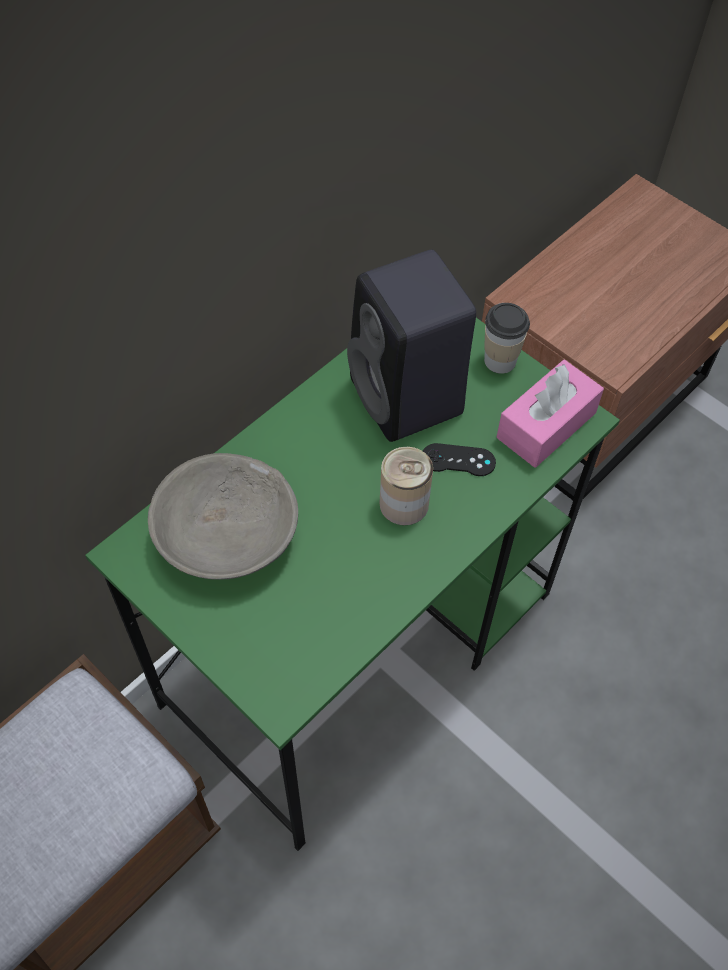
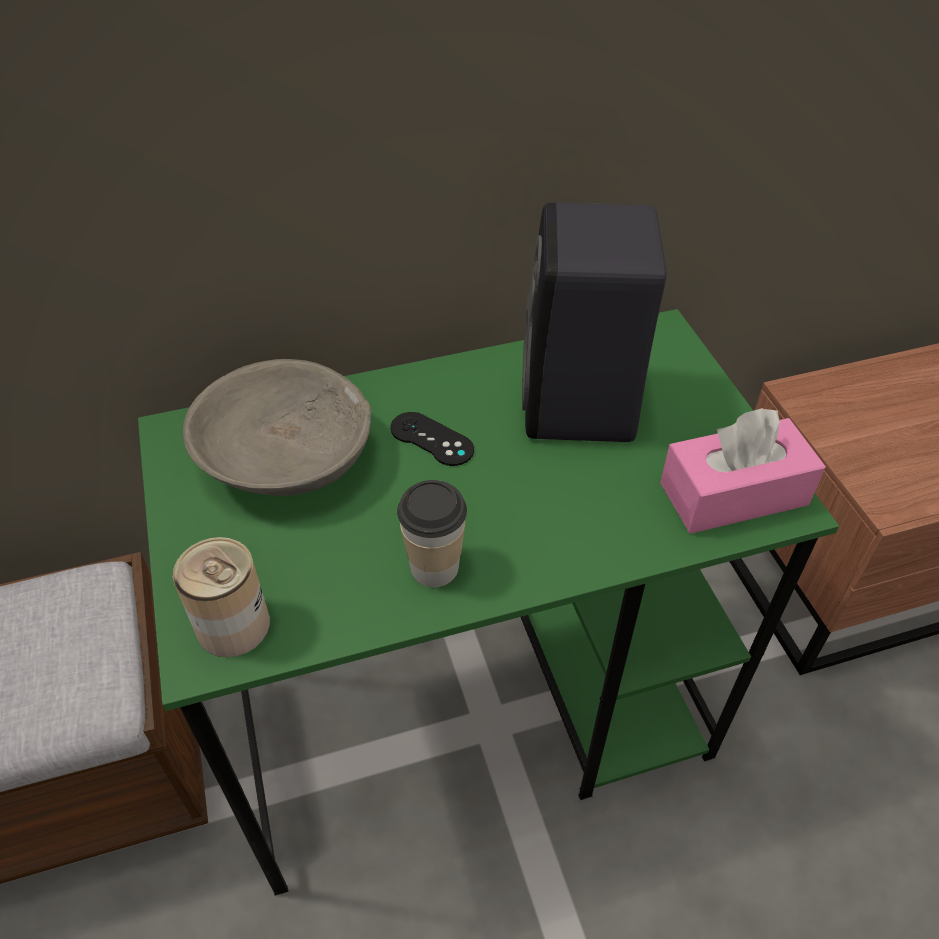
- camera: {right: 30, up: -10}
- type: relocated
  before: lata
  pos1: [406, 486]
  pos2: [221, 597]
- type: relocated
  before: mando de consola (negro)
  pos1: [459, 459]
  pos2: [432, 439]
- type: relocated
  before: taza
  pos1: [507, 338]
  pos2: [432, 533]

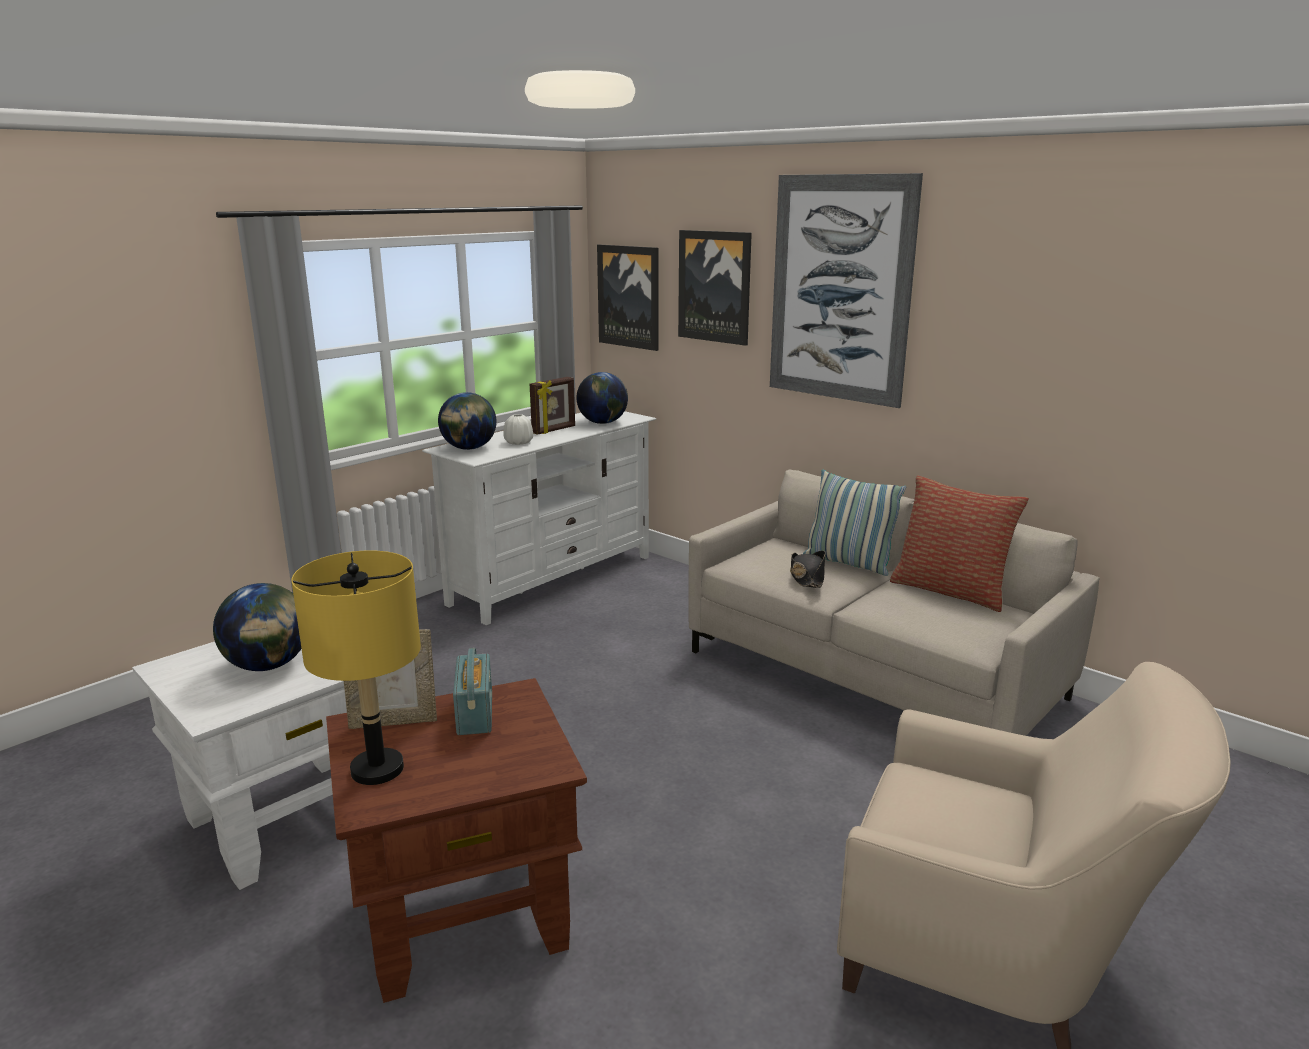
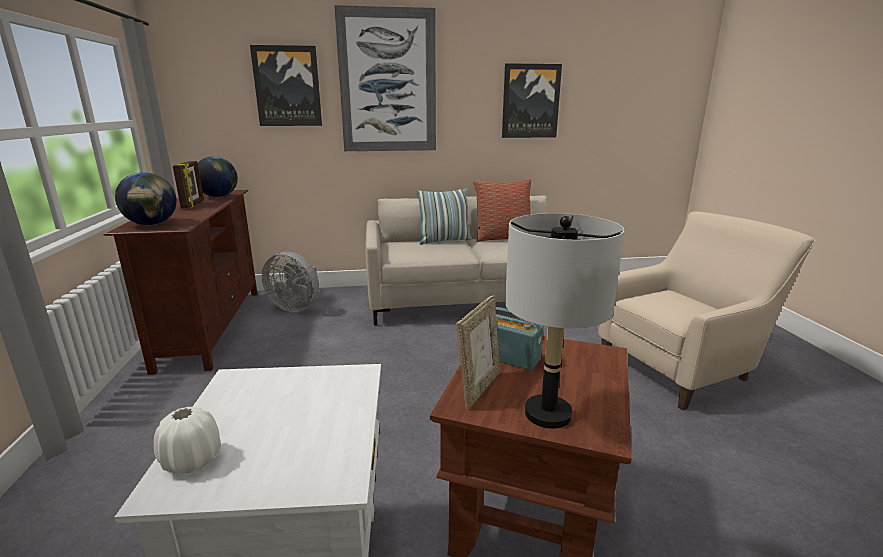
- camera: {right: -50, up: 0}
- type: colour
  before: mueble de televisión (blanco)
  after: mueble de televisión (marrón)
  pos1: [539, 518]
  pos2: [181, 282]
- type: relocated
  before: florero (blanco)
  pos1: [518, 429]
  pos2: [187, 440]
- type: appeared
  after: ventilador (gris)
  pos2: [290, 282]
- type: relocated
  before: cuadro
  pos1: [628, 298]
  pos2: [532, 100]
- type: colour
  before: lámpara de mesa (amarillo)
  after: lámpara de mesa (gris)
  pos1: [356, 667]
  pos2: [565, 321]
- type: missing
  before: globo terráqueo
  pos1: [257, 627]
- type: missing
  before: sombrero (negro)
  pos1: [808, 569]

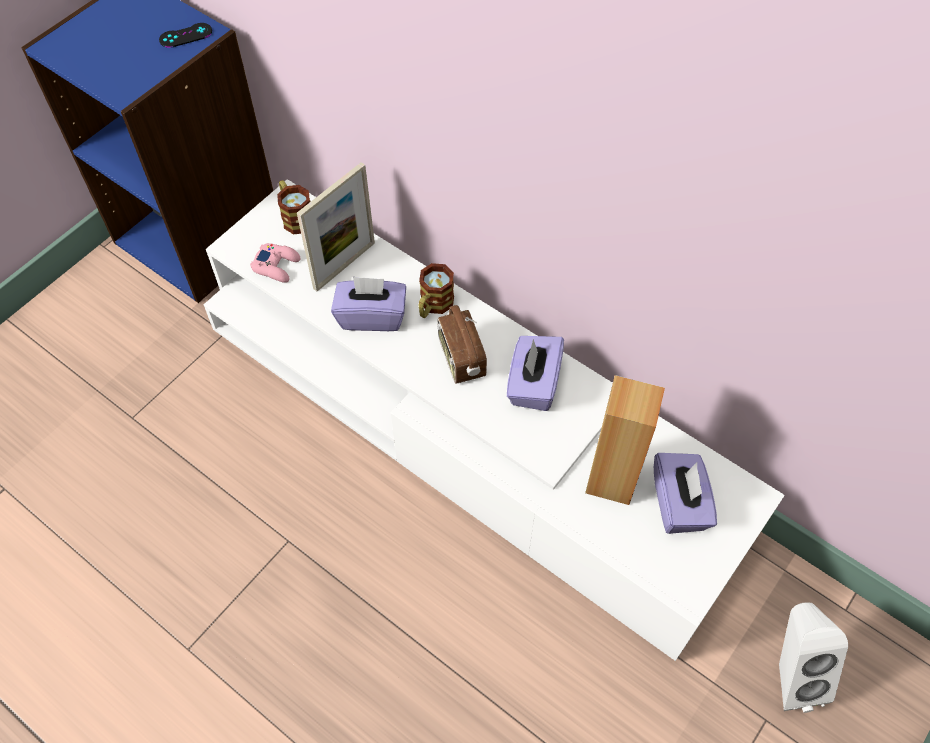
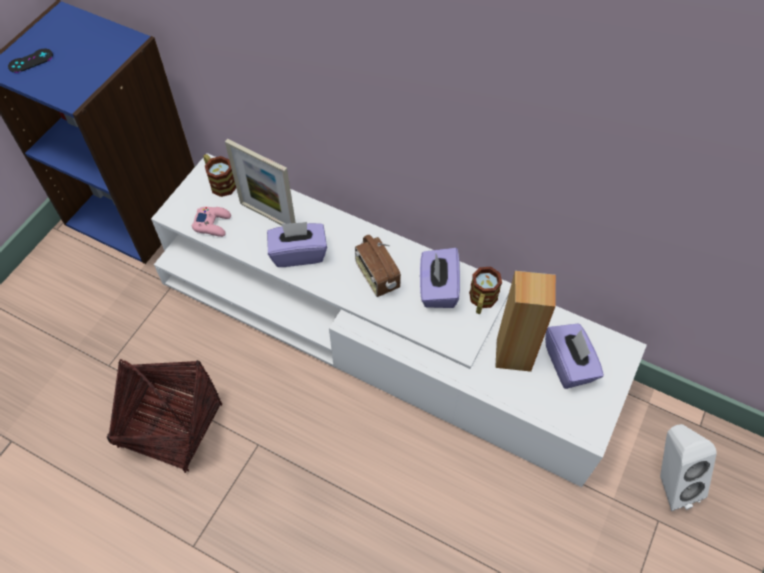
- camera: {right: -10, up: 0}
- type: relocated
  before: mando de consola (negro)
  pos1: [185, 35]
  pos2: [30, 60]
- type: appeared
  after: cesta
  pos2: [164, 416]
- type: spun
  before: portarretratos
  pos1: [336, 226]
  pos2: [260, 182]
  turn: 90
- type: relocated
  before: taza grande
  pos1: [436, 290]
  pos2: [485, 290]

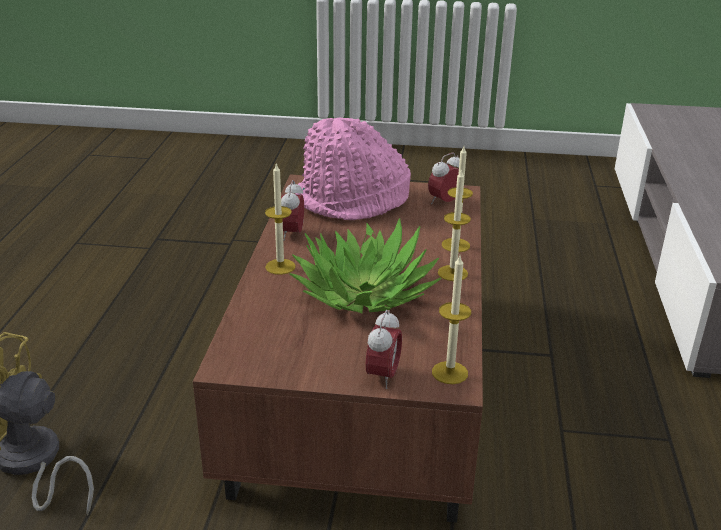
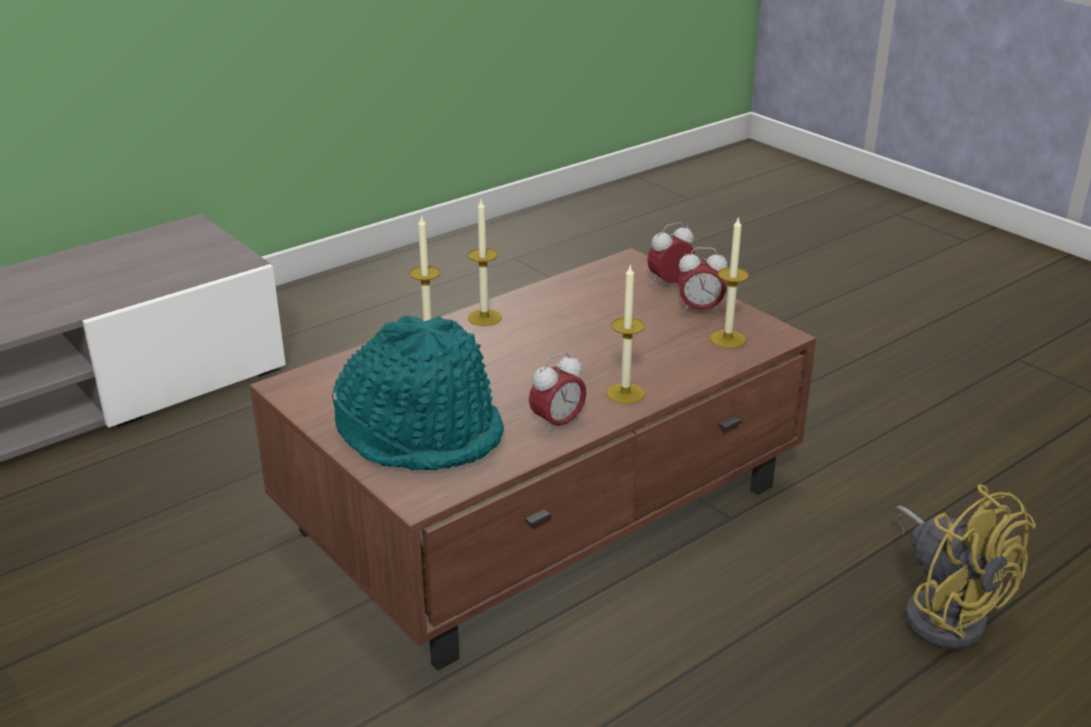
- camera: {right: -135, up: 0}
- type: colour
  before: sombrero (rosa)
  after: sombrero (turquesa)
  pos1: [353, 168]
  pos2: [417, 392]
- type: relocated
  before: despertador
  pos1: [444, 178]
  pos2: [703, 280]
- type: relocated
  before: vela
  pos1: [451, 320]
  pos2: [729, 282]
- type: missing
  before: planta en maceta
  pos1: [366, 266]

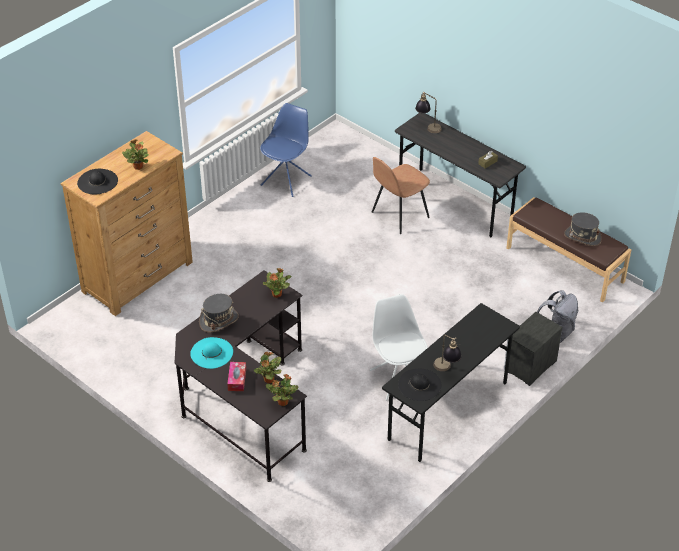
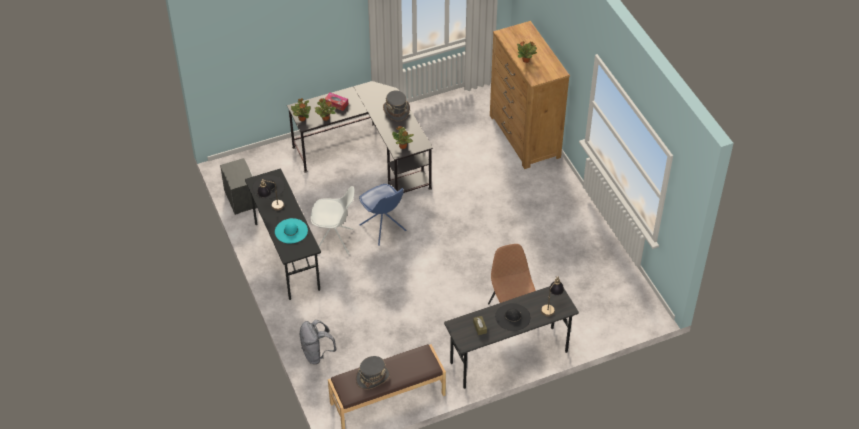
- camera: {right: 115, up: 5}
- type: relocated
  before: mesita de noche
  pos1: [533, 349]
  pos2: [238, 186]
- type: relocated
  before: sombrero (turquesa)
  pos1: [211, 353]
  pos2: [291, 231]
- type: relocated
  before: silla (azul)
  pos1: [286, 150]
  pos2: [383, 215]
- type: relocated
  before: sombrero (negro)
  pos1: [97, 182]
  pos2: [512, 317]

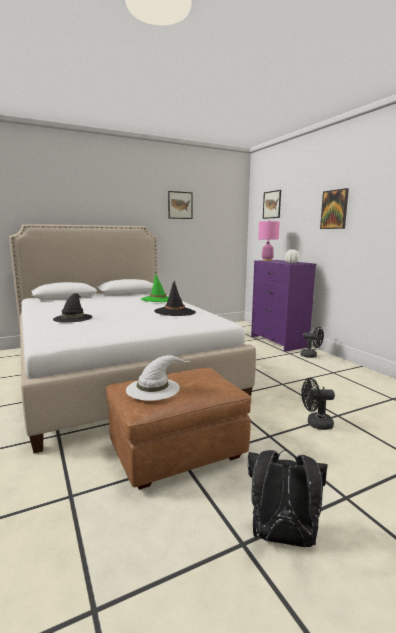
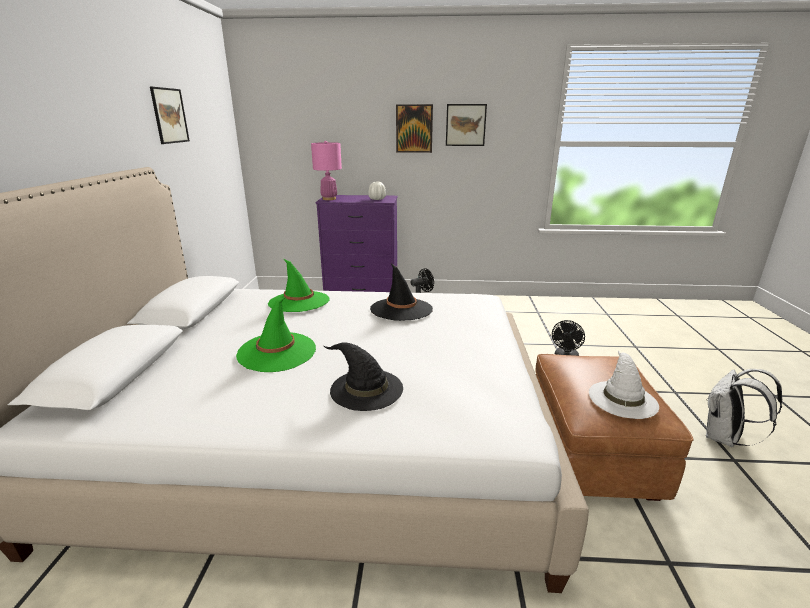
- camera: {right: -60, up: 10}
- type: appeared
  after: sombrero (verde)
  pos2: [276, 334]
- type: relocated
  before: cuadro
  pos1: [272, 204]
  pos2: [466, 125]
- type: colour
  before: mochila (negro)
  after: mochila (blanco)
  pos1: [288, 498]
  pos2: [744, 408]

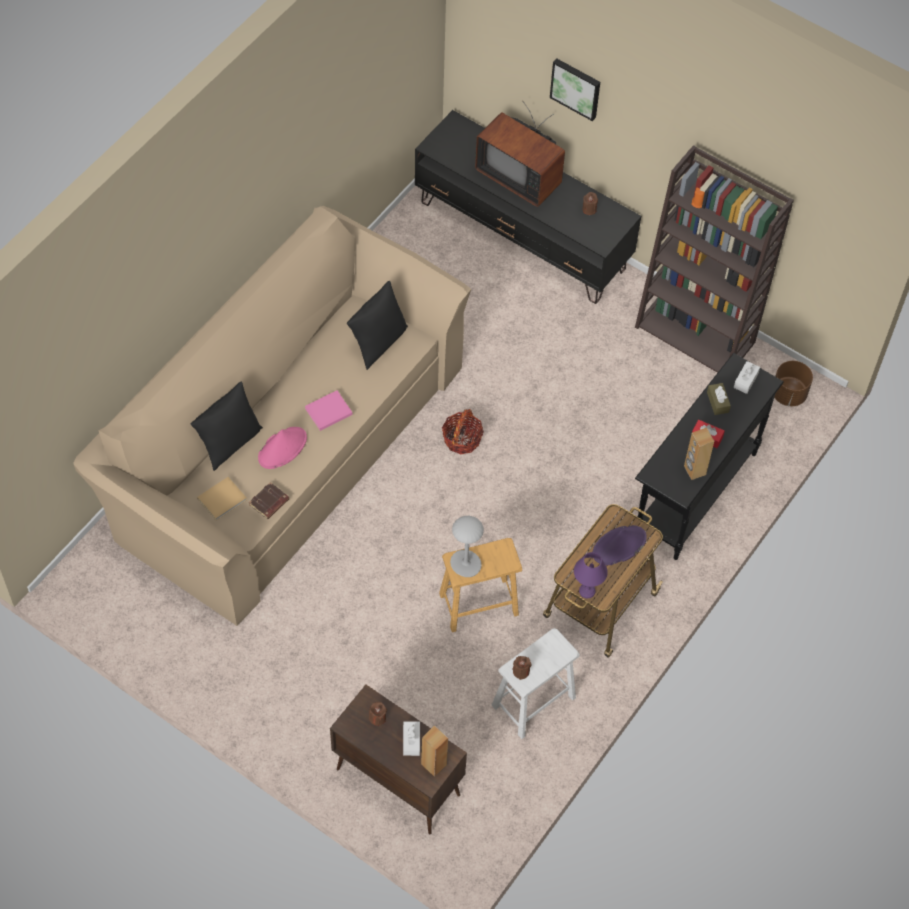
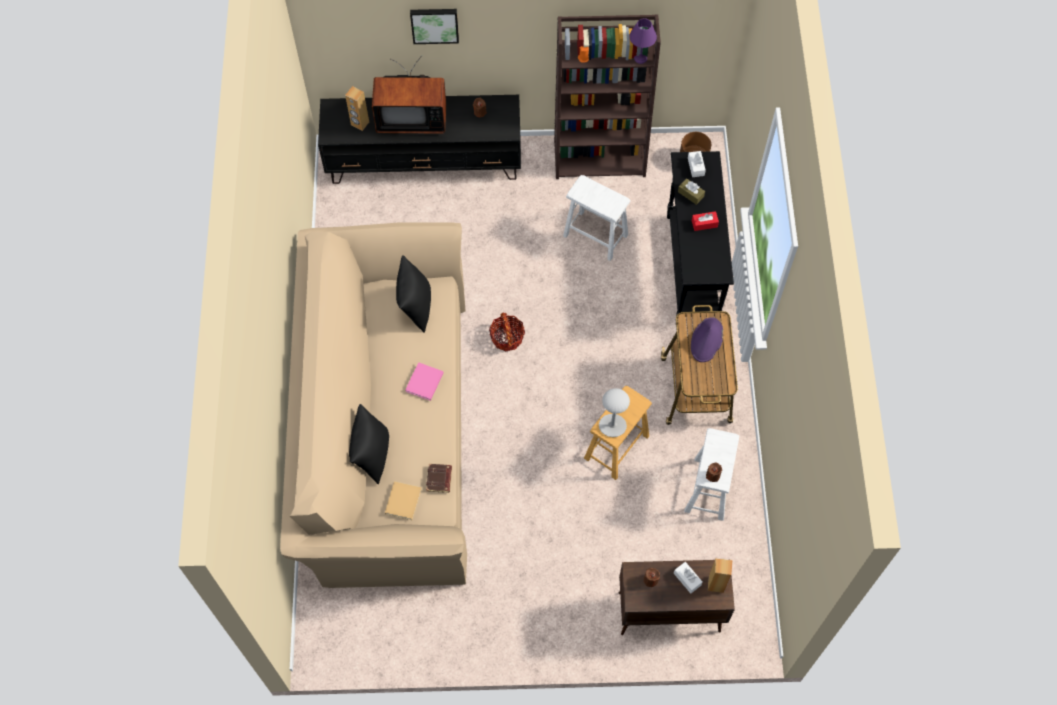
- camera: {right: -35, up: 5}
- type: relocated
  before: altavoz (marrón)
  pos1: [699, 454]
  pos2: [357, 108]
- type: appeared
  after: taburete (blanco)
  pos2: [597, 218]
- type: relocated
  before: lámpara de mesa (morado)
  pos1: [591, 575]
  pos2: [643, 41]
- type: missing
  before: sombrero (rosa)
  pos1: [282, 448]

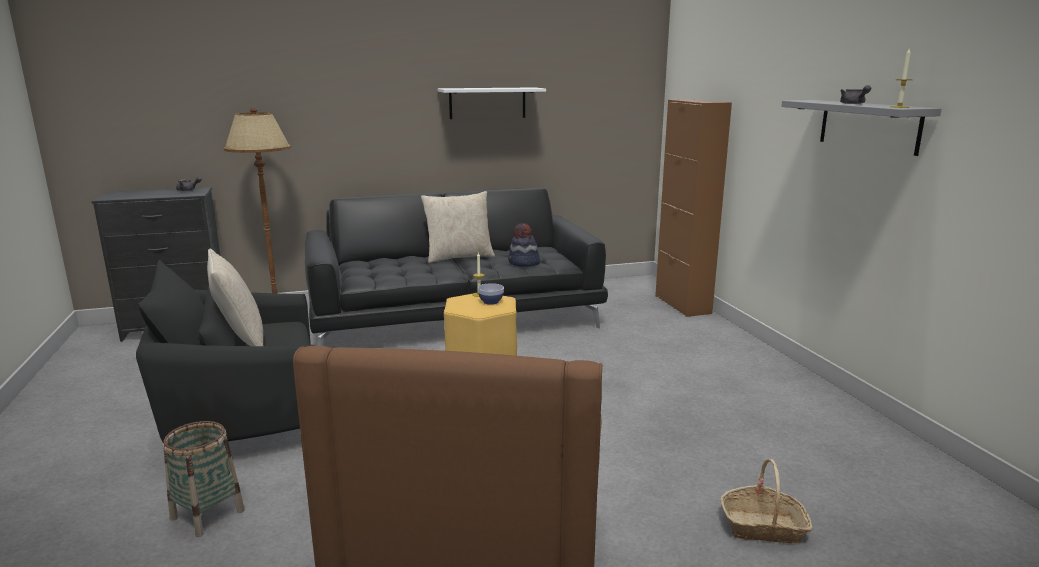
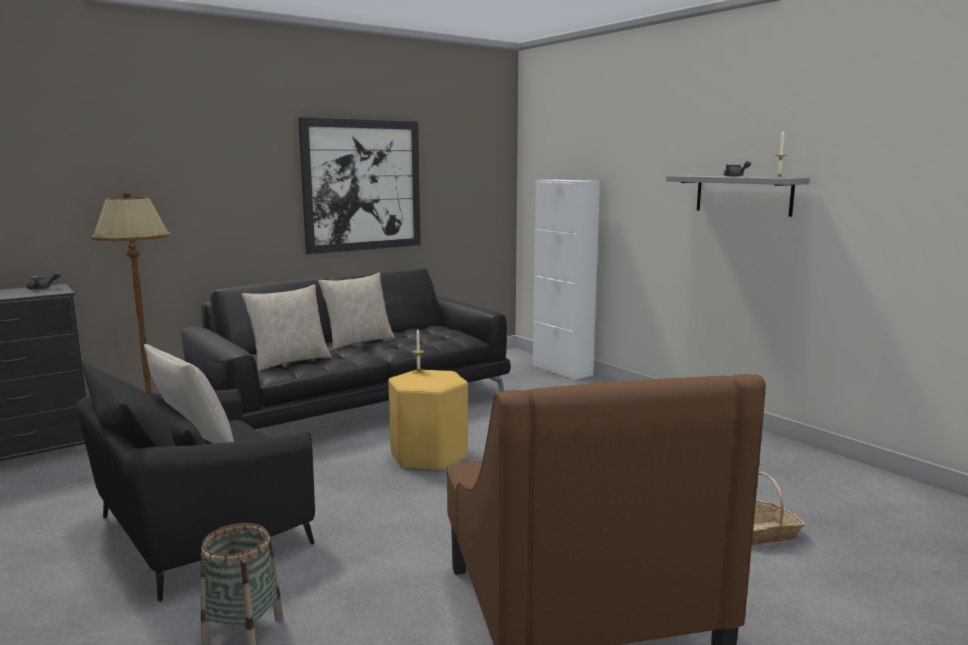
- camera: {right: -20, up: -5}
- type: appeared
  after: cojín (beis)
  pos2: [287, 327]
- type: exchanged
  before: estante (blanco)
  after: cuadro
  pos1: [492, 103]
  pos2: [359, 185]
- type: colour
  before: armario (marrón)
  after: armario (blanco)
  pos1: [693, 208]
  pos2: [566, 280]
- type: missing
  before: cuenco
  pos1: [491, 294]
- type: missing
  before: sombrero
  pos1: [524, 244]

